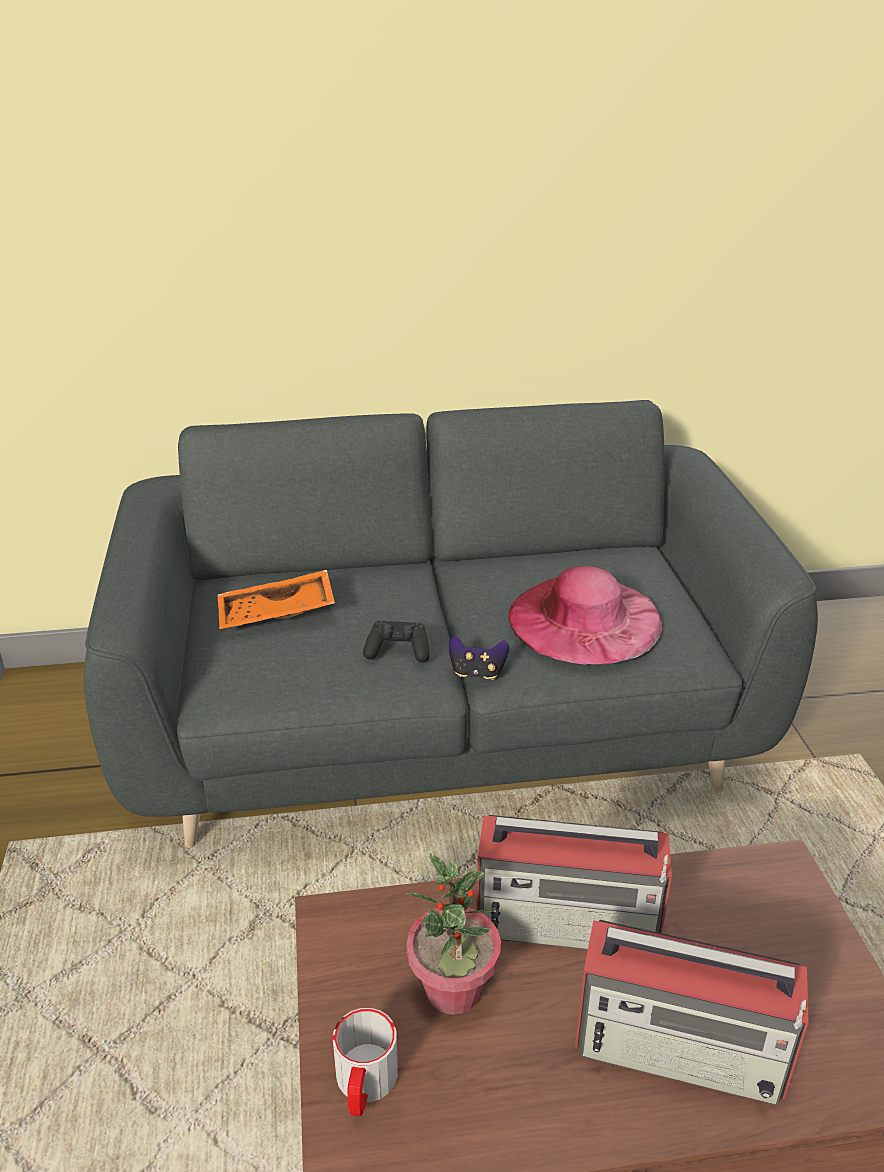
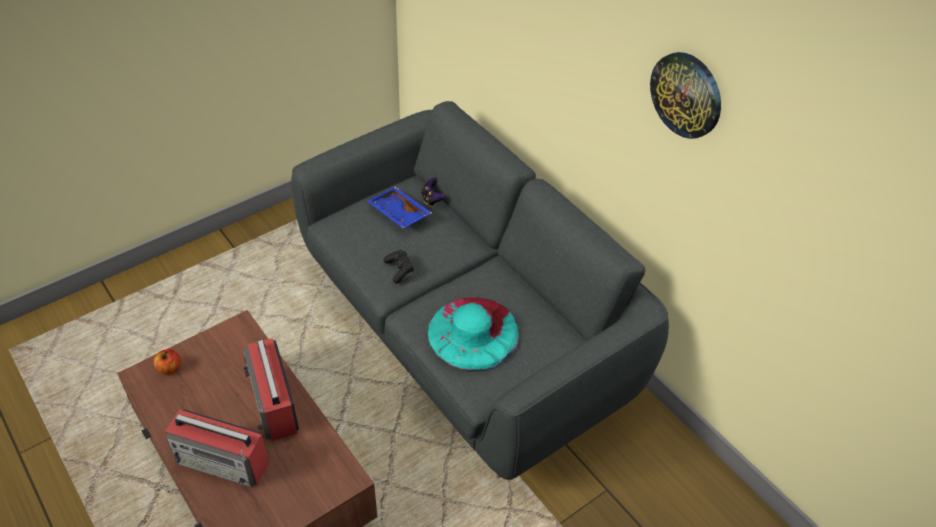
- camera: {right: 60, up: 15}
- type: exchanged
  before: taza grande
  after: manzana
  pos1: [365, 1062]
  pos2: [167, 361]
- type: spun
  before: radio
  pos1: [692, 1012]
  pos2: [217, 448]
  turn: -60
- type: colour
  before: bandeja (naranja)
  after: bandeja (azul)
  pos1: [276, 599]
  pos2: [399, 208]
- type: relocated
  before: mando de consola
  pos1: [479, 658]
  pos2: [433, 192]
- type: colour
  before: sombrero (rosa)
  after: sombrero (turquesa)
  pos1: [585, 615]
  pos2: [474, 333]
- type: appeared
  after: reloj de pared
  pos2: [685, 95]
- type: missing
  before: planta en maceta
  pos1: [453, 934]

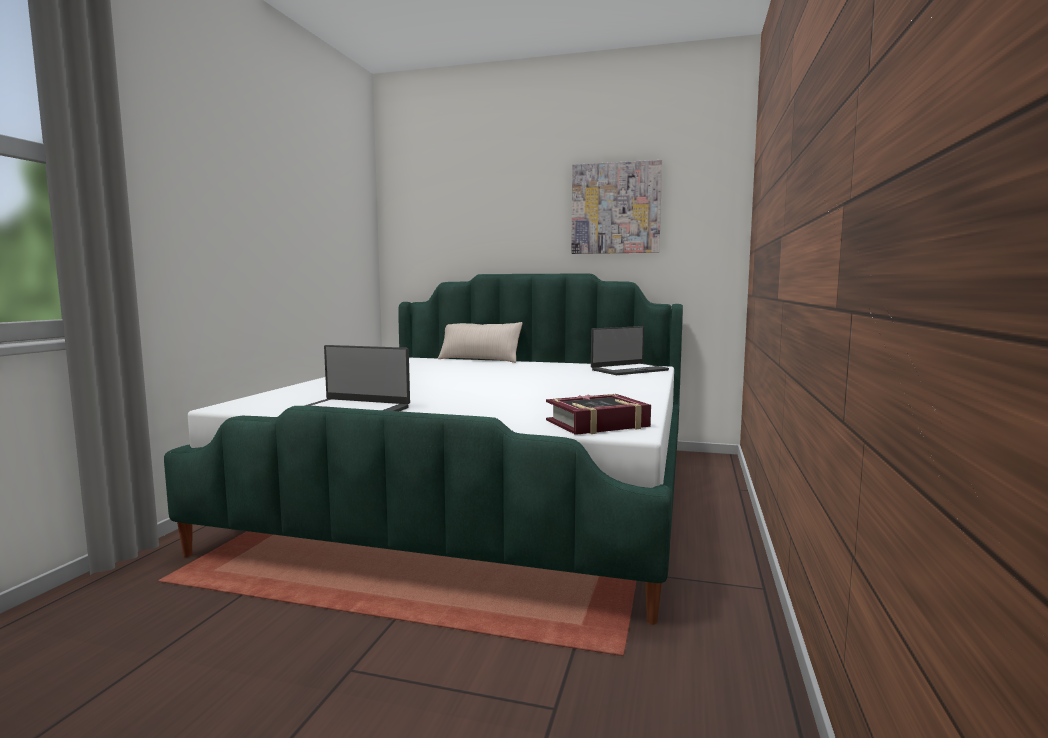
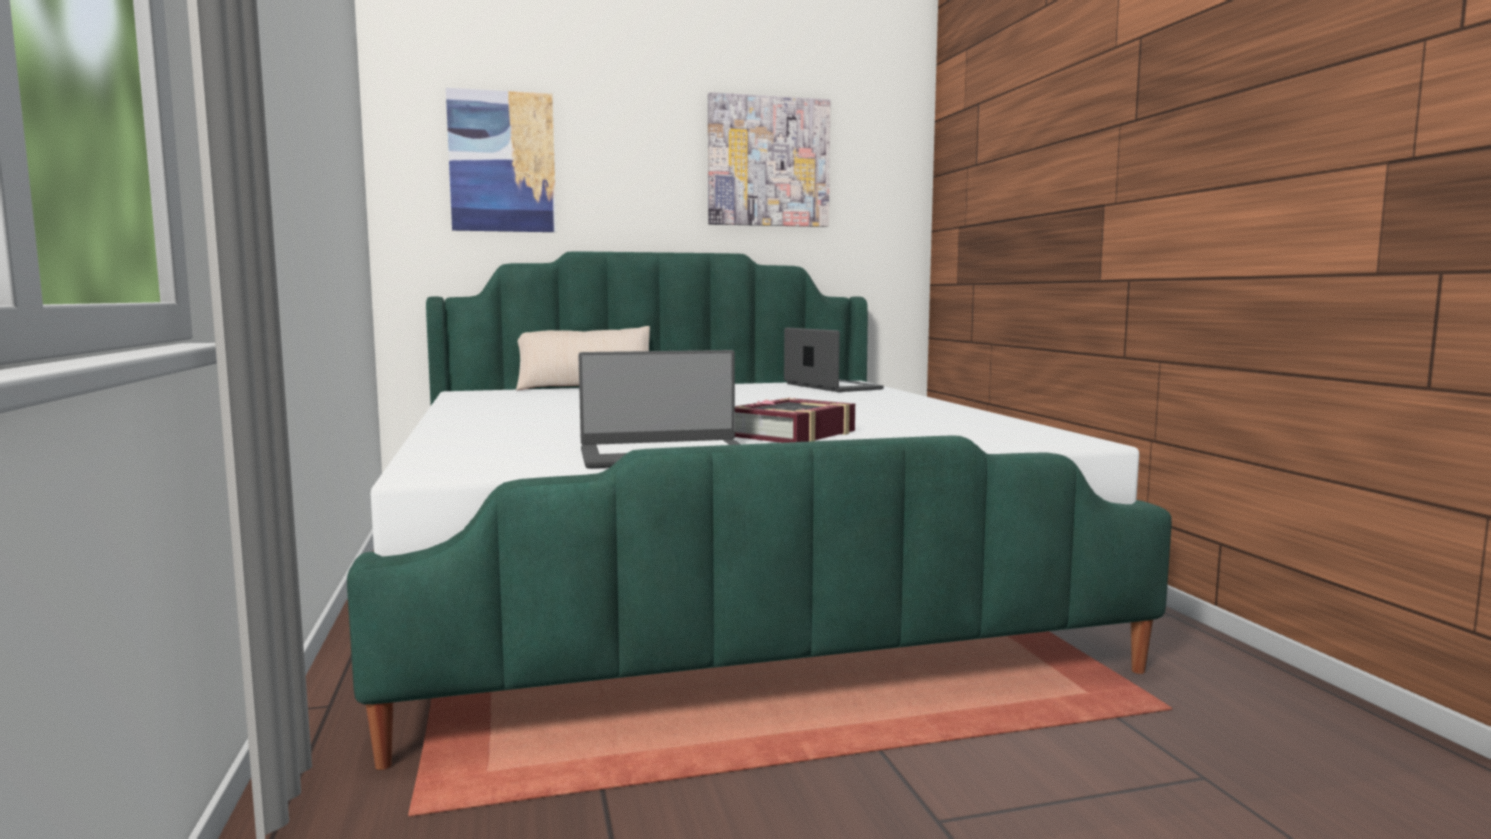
- camera: {right: -30, up: 0}
- type: appeared
  after: cuadro
  pos2: [501, 160]
- type: relocated
  before: libro
  pos1: [598, 414]
  pos2: [795, 420]
- type: spun
  before: portátil
  pos1: [630, 350]
  pos2: [834, 360]
  turn: -60

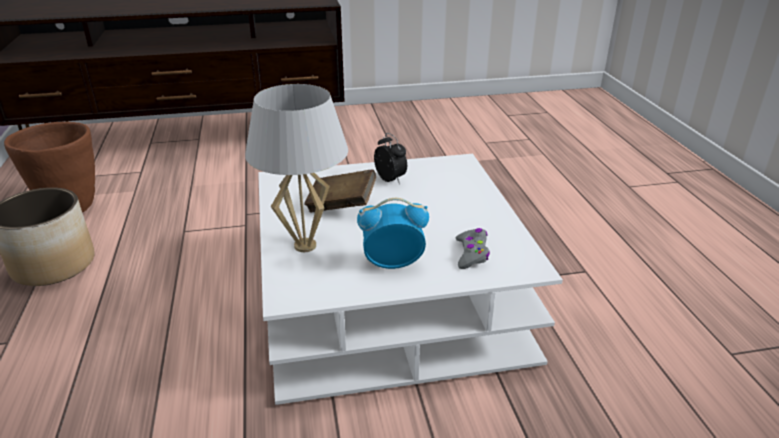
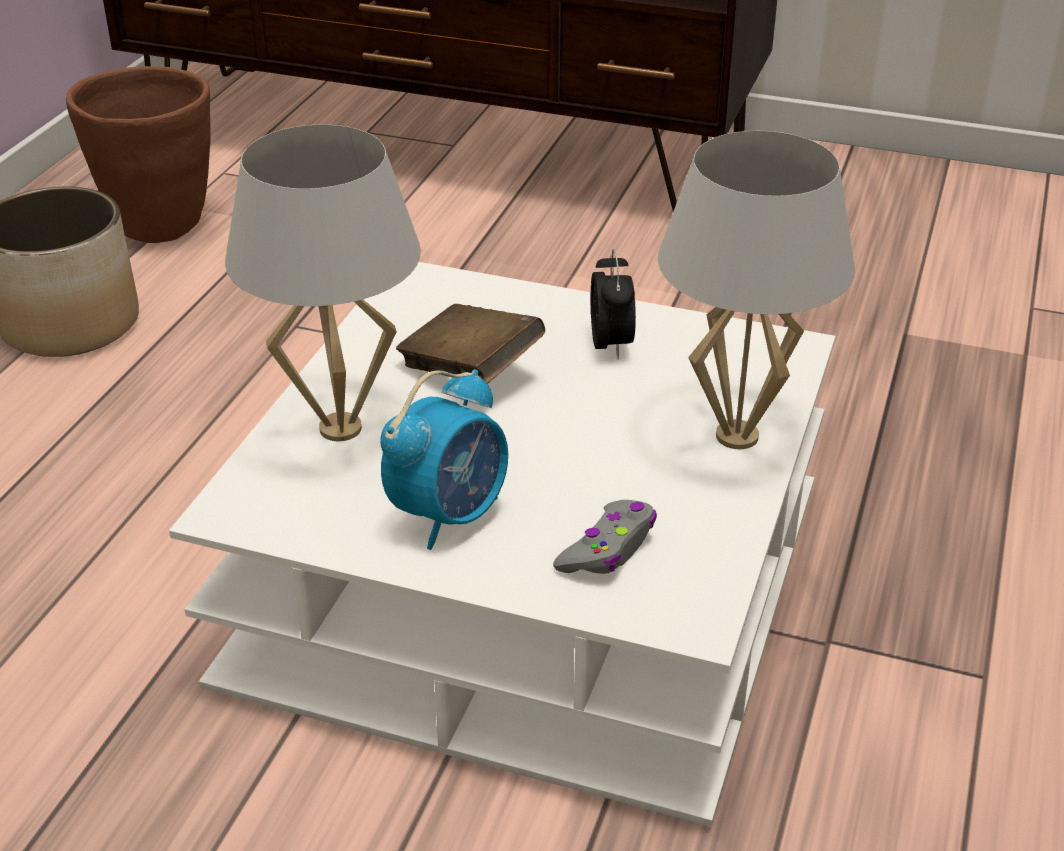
- camera: {right: 30, up: 5}
- type: spun
  before: despertador
  pos1: [393, 233]
  pos2: [444, 459]
  turn: 105
- type: appeared
  after: lámpara de mesa (blanco)
  pos2: [756, 290]

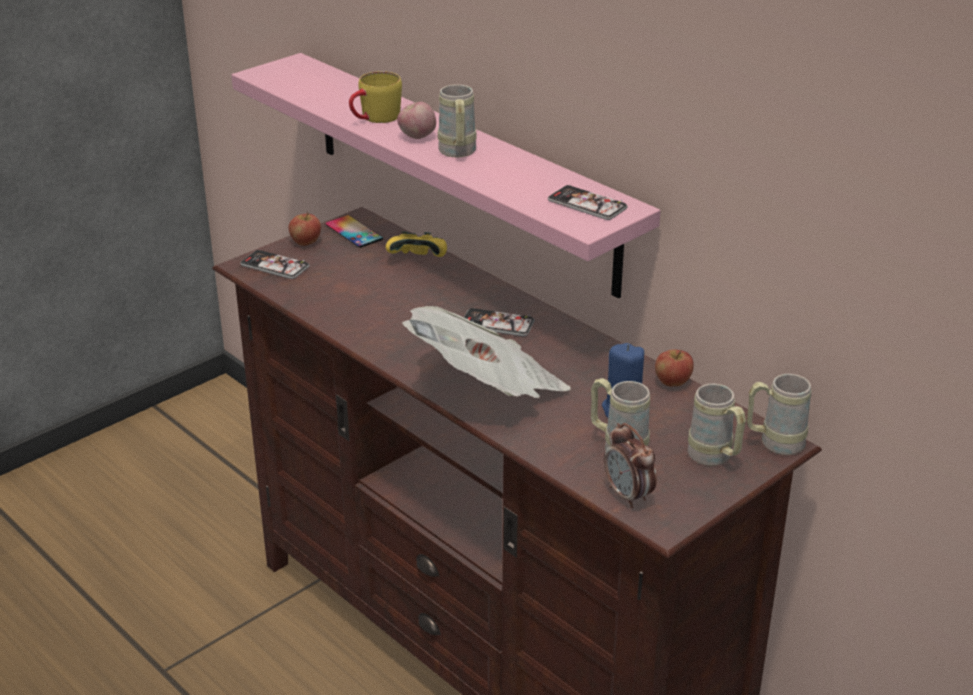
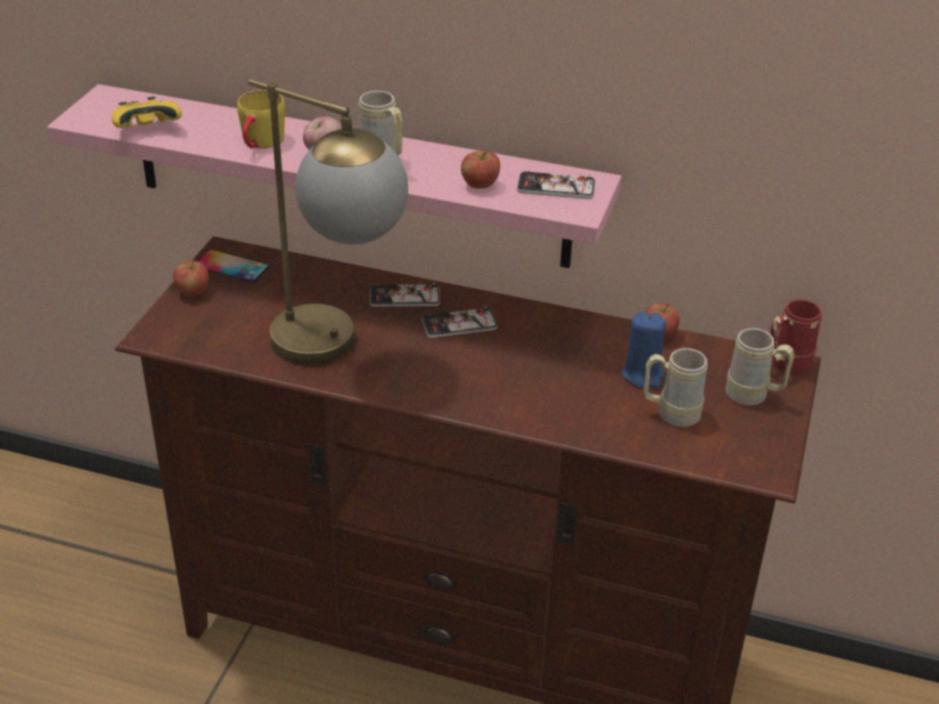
- camera: {right: -30, up: 5}
- type: relocated
  before: mando de consola (amarillo)
  pos1: [416, 244]
  pos2: [147, 112]
- type: appeared
  after: lámpara de mesa
  pos2: [328, 222]
- type: relocated
  before: móvil
  pos1: [275, 264]
  pos2: [405, 295]
- type: appeared
  after: manzana
  pos2: [480, 169]
- type: colour
  before: taza grande (beis)
  after: taza grande (rojo)
  pos1: [779, 414]
  pos2: [796, 337]
- type: missing
  before: periódico
  pos1: [486, 352]
- type: missing
  before: despertador
  pos1: [630, 465]

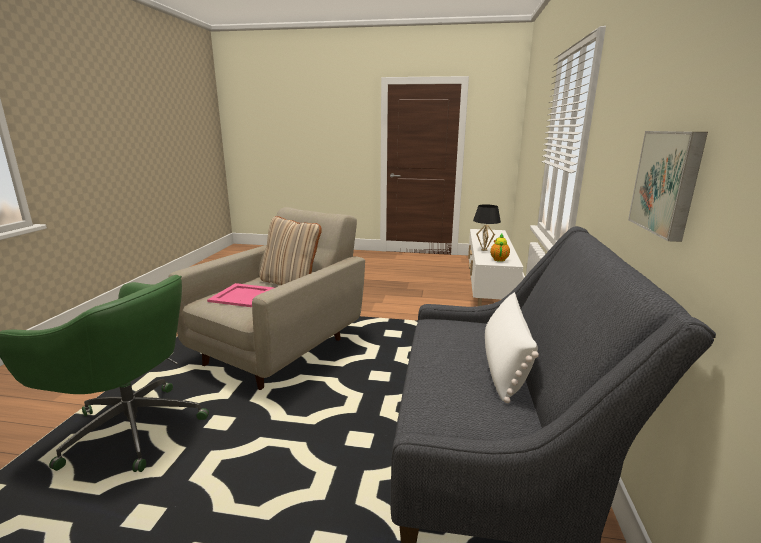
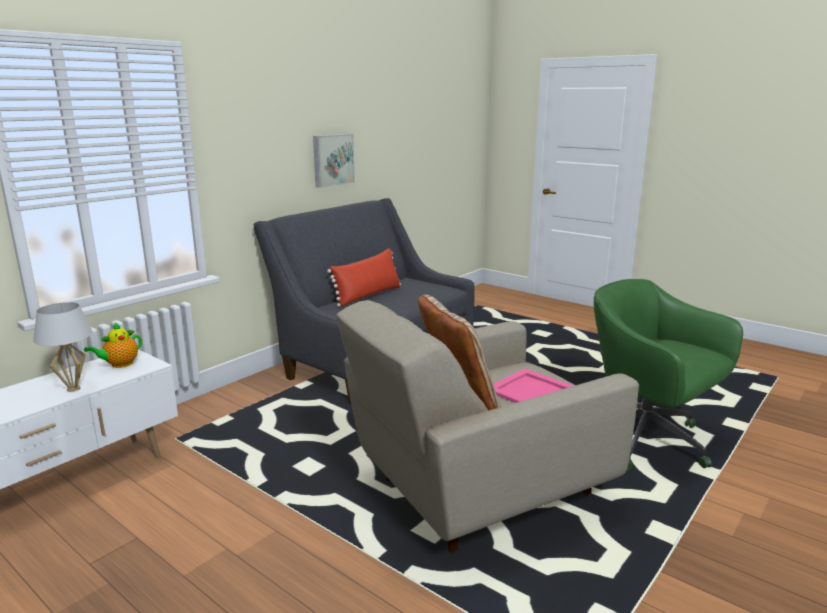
- camera: {right: -150, up: 0}
- type: colour
  before: lámpara de mesa (negro)
  after: lámpara de mesa (blanco)
  pos1: [487, 227]
  pos2: [63, 347]
- type: colour
  before: cojín (blanco)
  after: cojín (rojo)
  pos1: [512, 347]
  pos2: [364, 277]

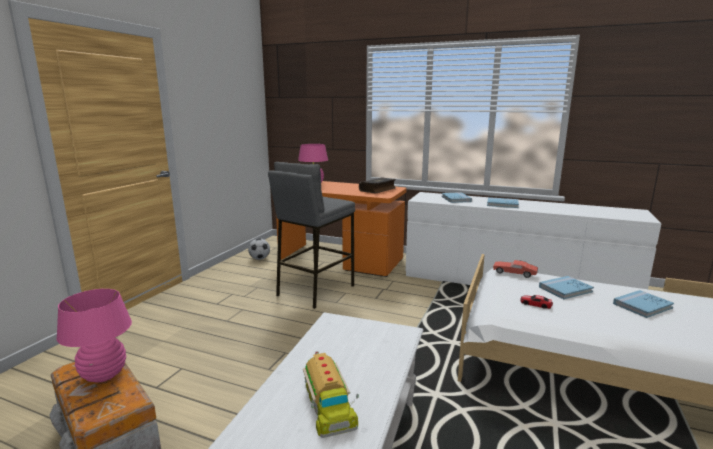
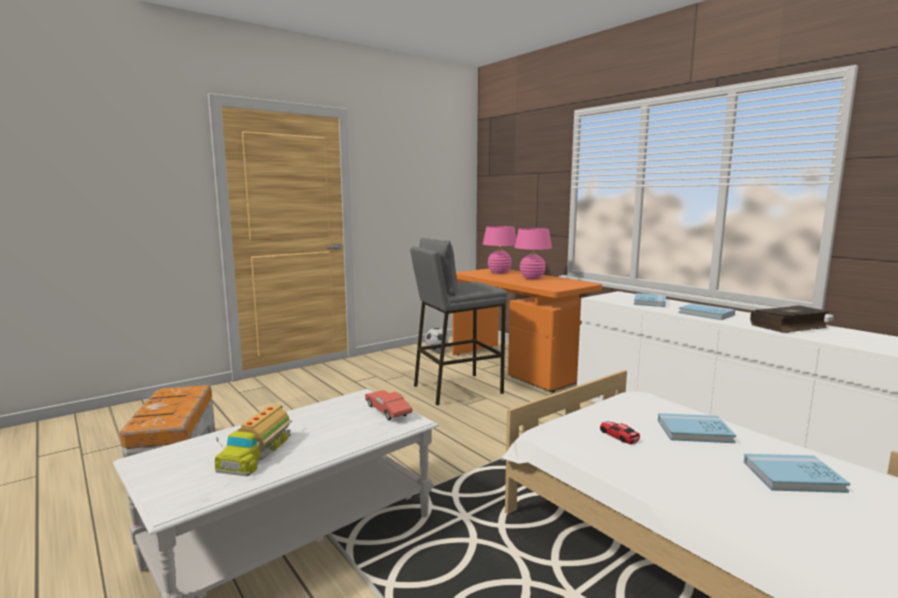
- camera: {right: 30, up: -5}
- type: relocated
  before: coche de juguete (rojo)
  pos1: [515, 269]
  pos2: [389, 405]
- type: relocated
  before: lámpara de mesa (rosa)
  pos1: [94, 336]
  pos2: [533, 253]
- type: relocated
  before: libro
  pos1: [377, 185]
  pos2: [790, 319]

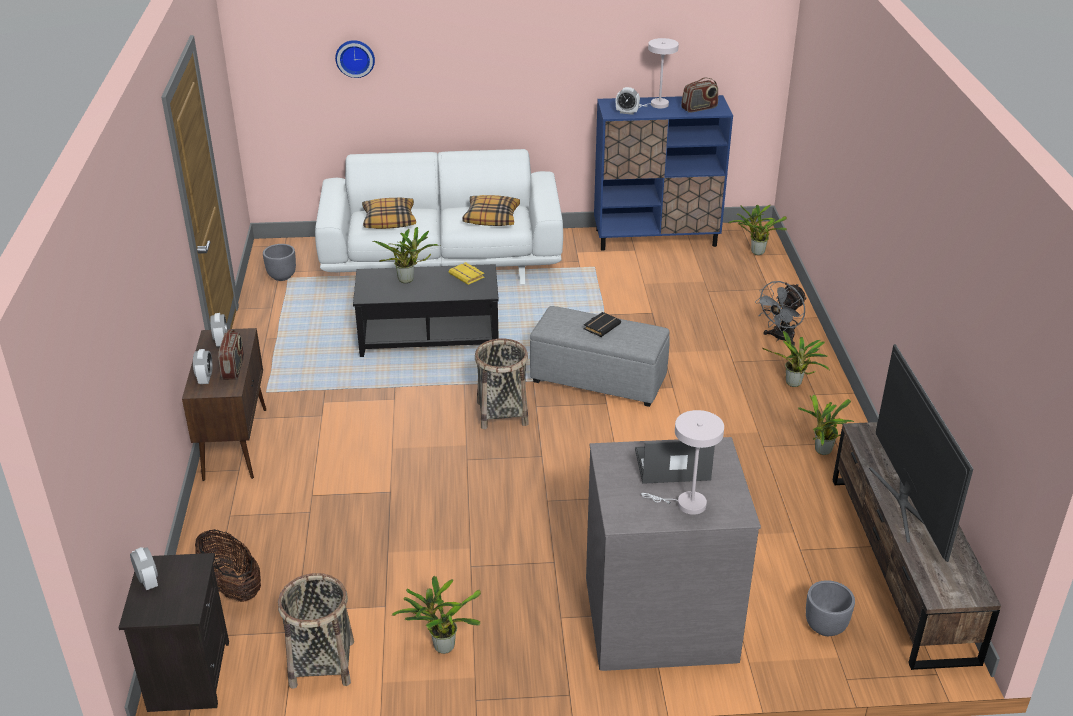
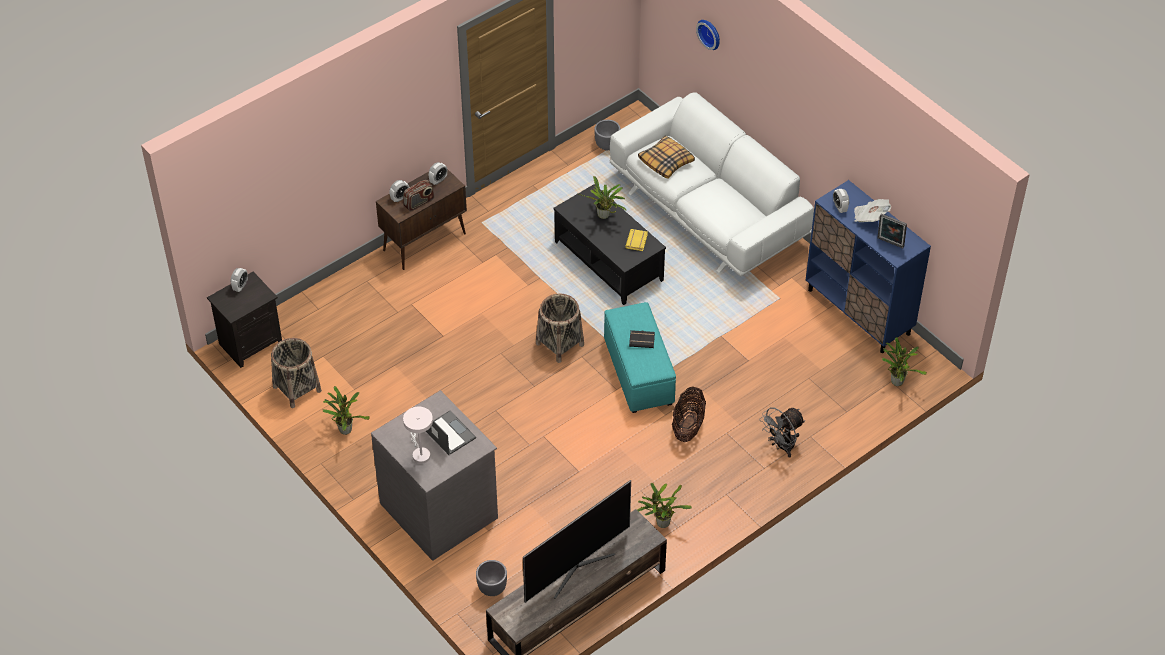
- camera: {right: 55, up: 15}
- type: colour
  before: puf (gris)
  after: puf (turquesa)
  pos1: [600, 356]
  pos2: [640, 357]
- type: relocated
  before: cesta
  pos1: [228, 565]
  pos2: [689, 414]
- type: spun
  before: ventilador (gris)
  pos1: [781, 313]
  pos2: [782, 432]
  turn: -45
- type: exchanged
  before: lámpara de mesa (blanco)
  after: periódico
  pos1: [659, 73]
  pos2: [872, 210]
- type: exchanged
  before: radio
  after: portarretratos
  pos1: [699, 95]
  pos2: [892, 230]
- type: missing
  before: cojín
  pos1: [491, 210]
- type: missing
  before: planta en maceta
  pos1: [796, 359]

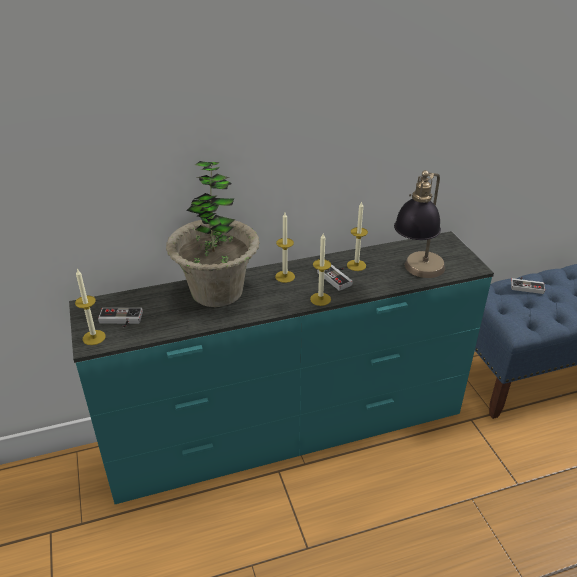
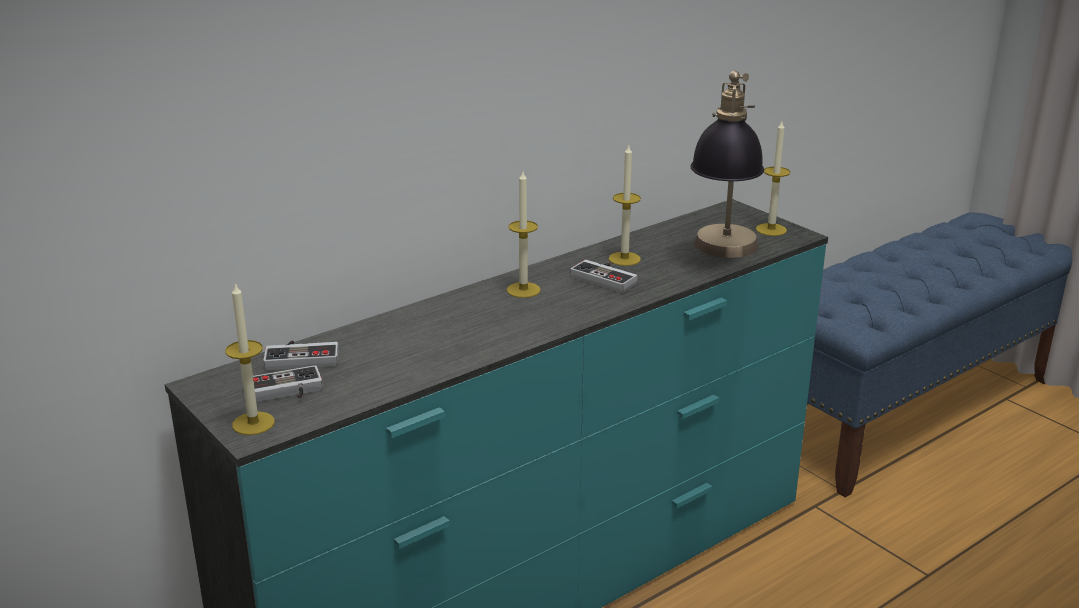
- camera: {right: -20, up: -10}
- type: relocated
  before: mando de consola
  pos1: [528, 285]
  pos2: [301, 355]
- type: relocated
  before: vela
  pos1: [320, 269]
  pos2: [773, 178]
- type: missing
  before: planta en maceta
  pos1: [213, 234]

